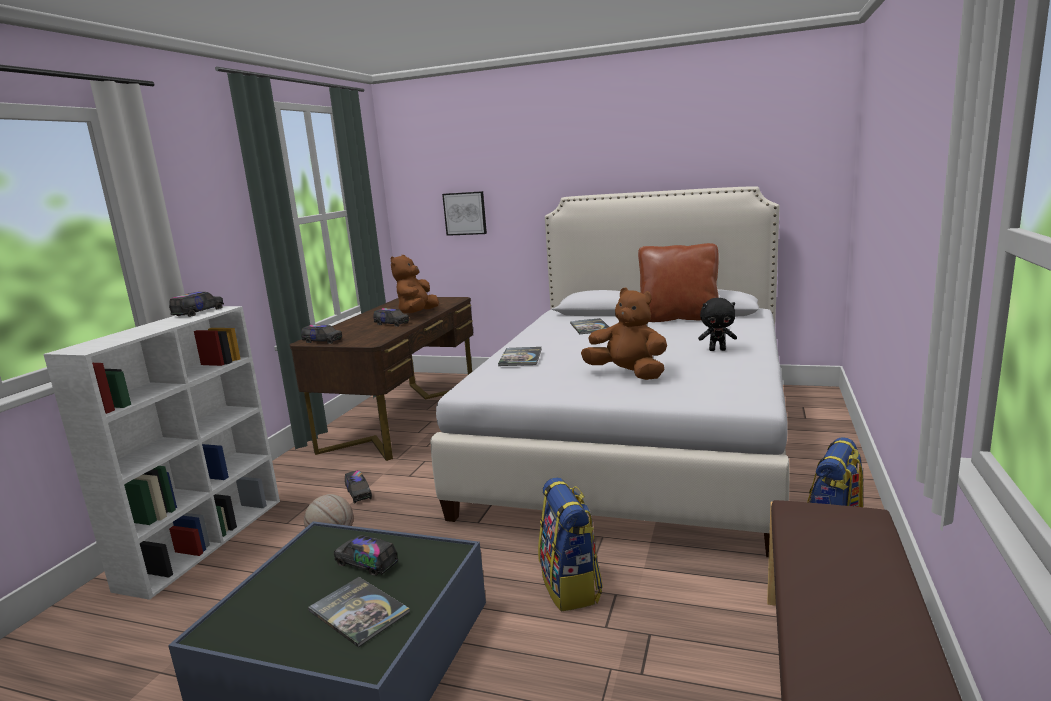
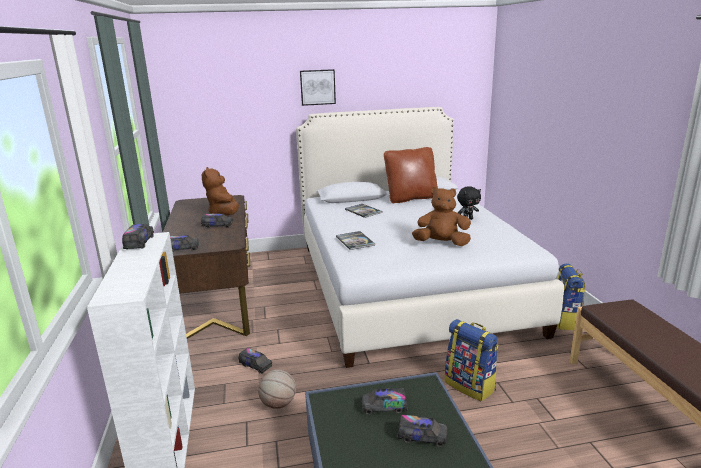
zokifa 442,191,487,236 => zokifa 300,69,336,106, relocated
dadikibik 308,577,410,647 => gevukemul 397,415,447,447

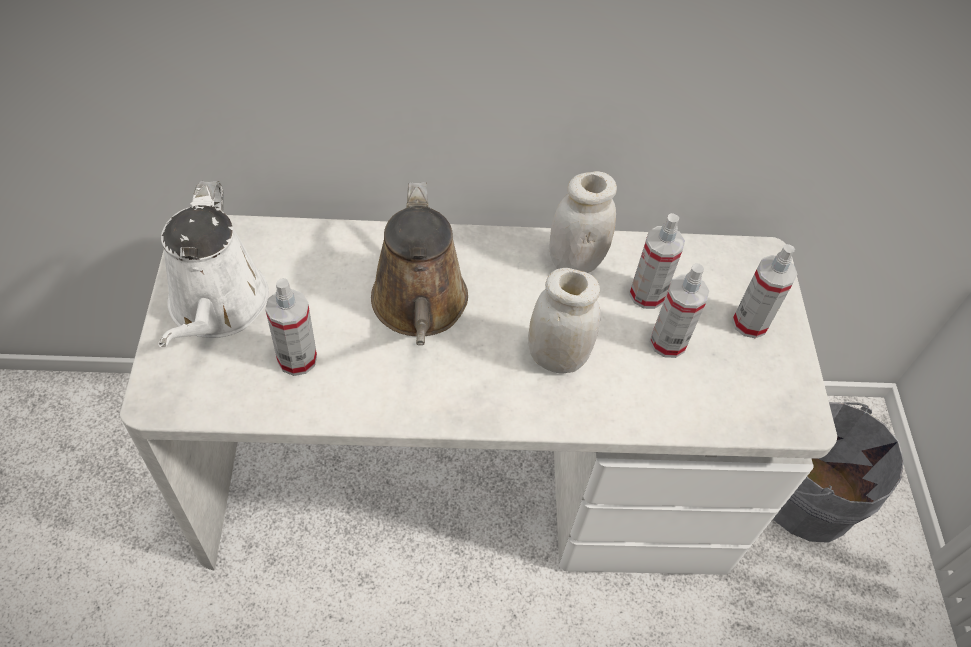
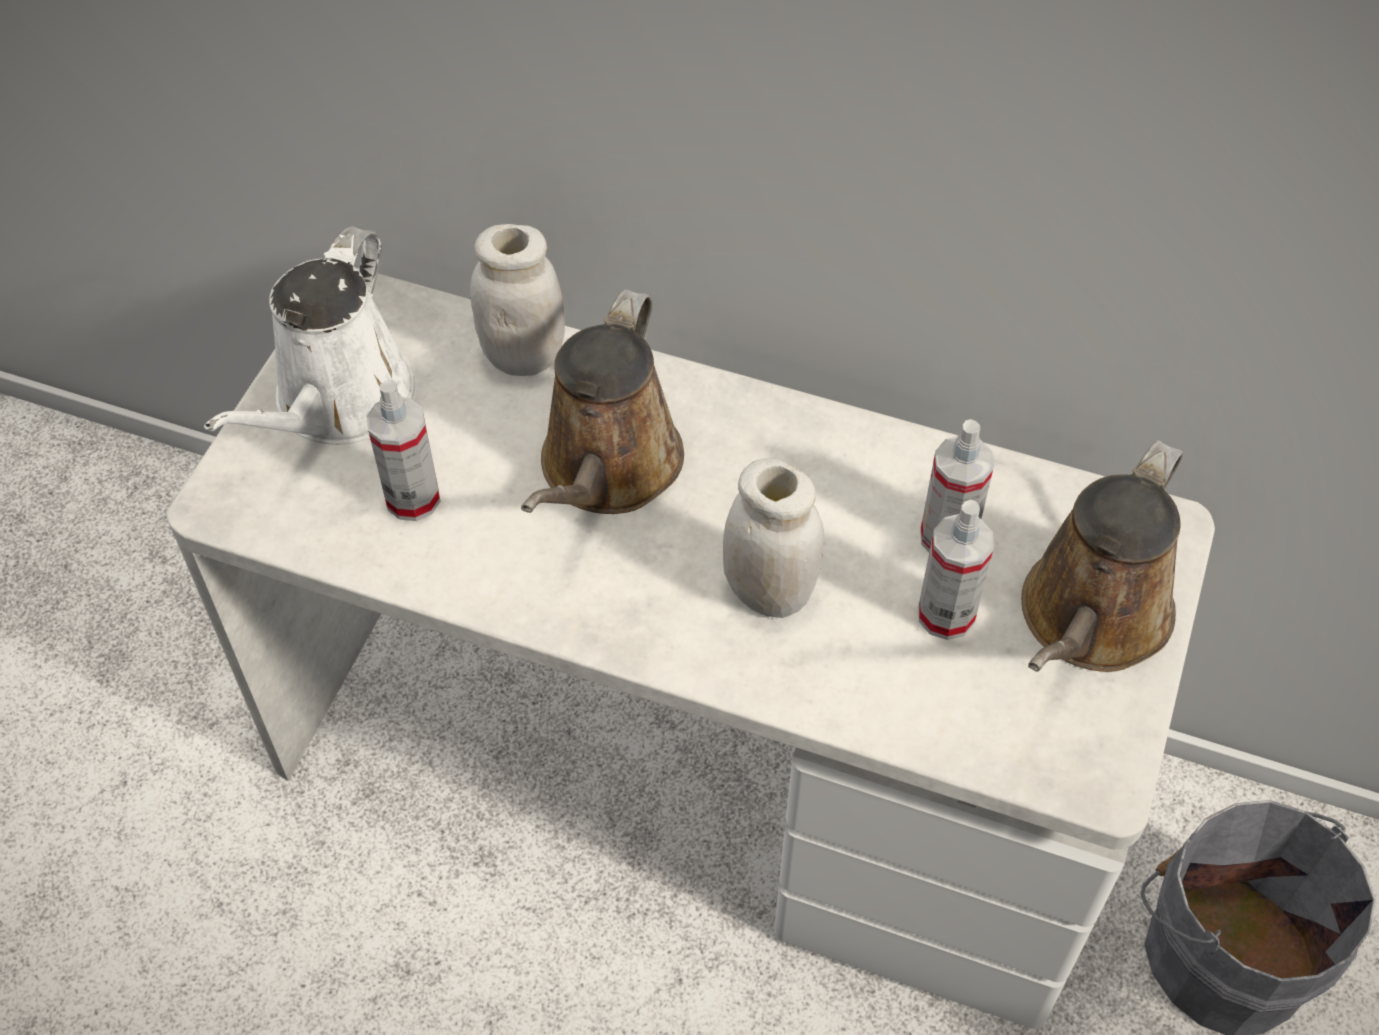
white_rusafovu 549,171,617,273 => white_rusafovu 470,224,565,376, relocated
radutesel 732,244,798,338 => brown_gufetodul 1021,440,1183,672

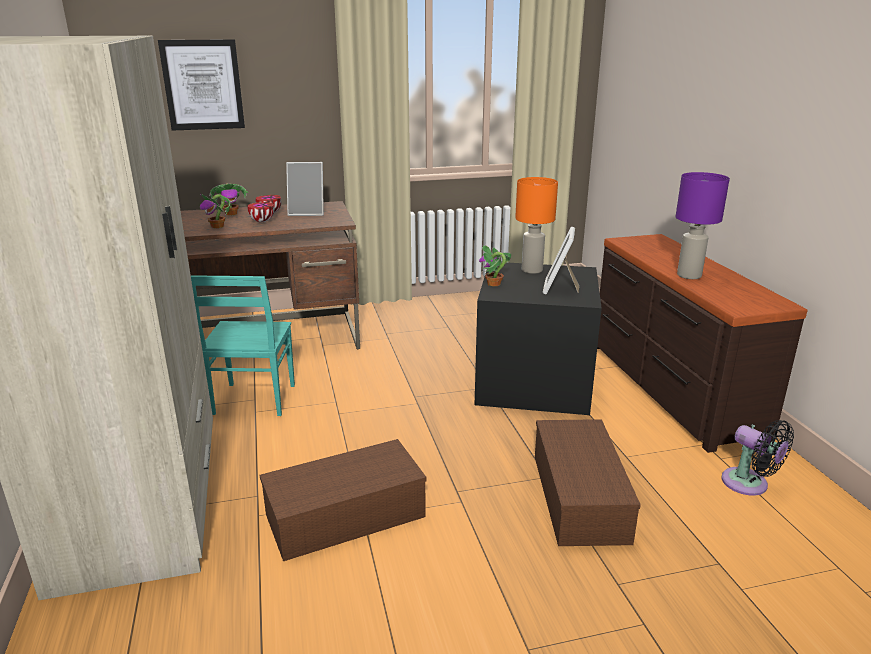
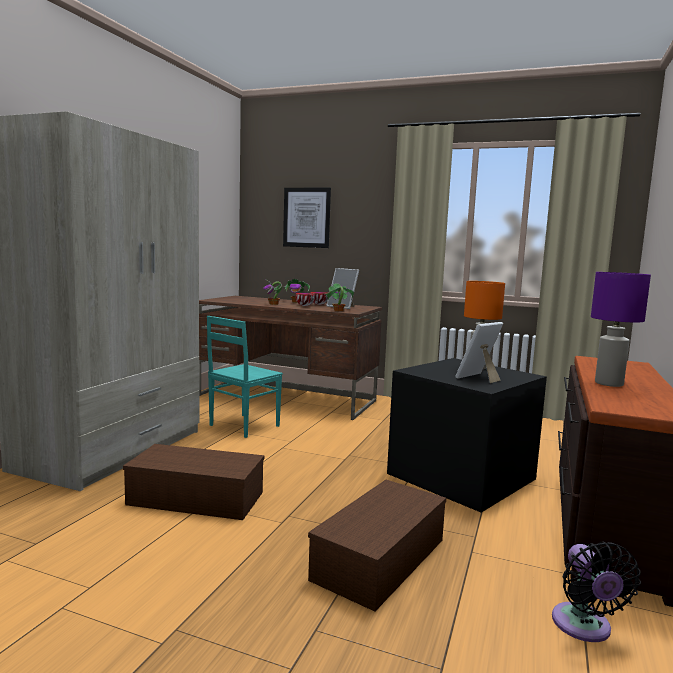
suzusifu 479,246,511,286 => suzusifu 325,283,354,311, relocated

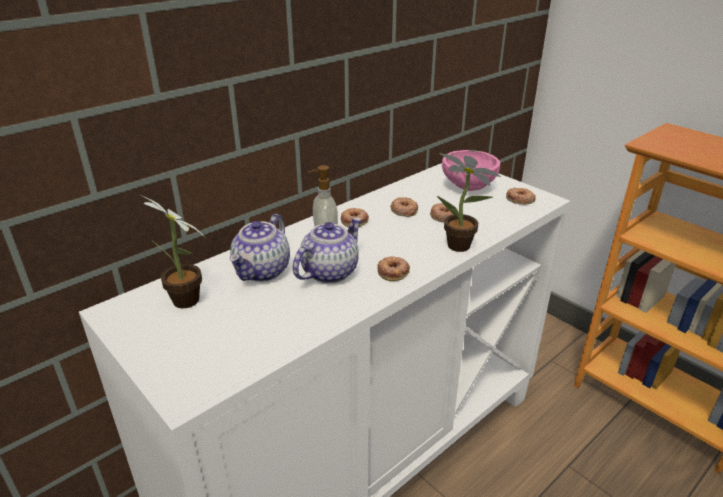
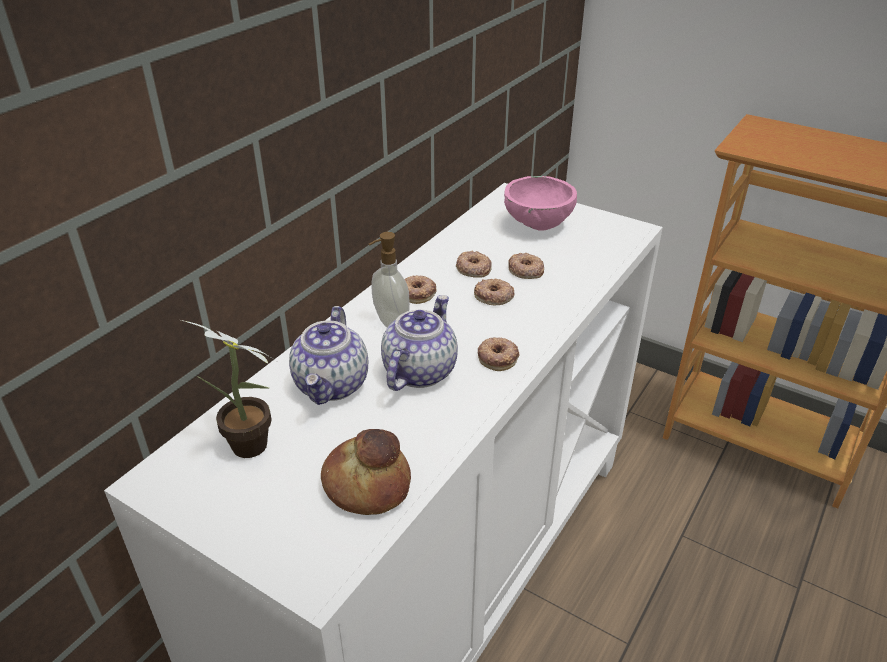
nothing => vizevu 321,429,411,515
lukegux 506,188,536,205 => lukegux 474,279,514,305, relocated
suzusifu 437,153,501,252 => nothing

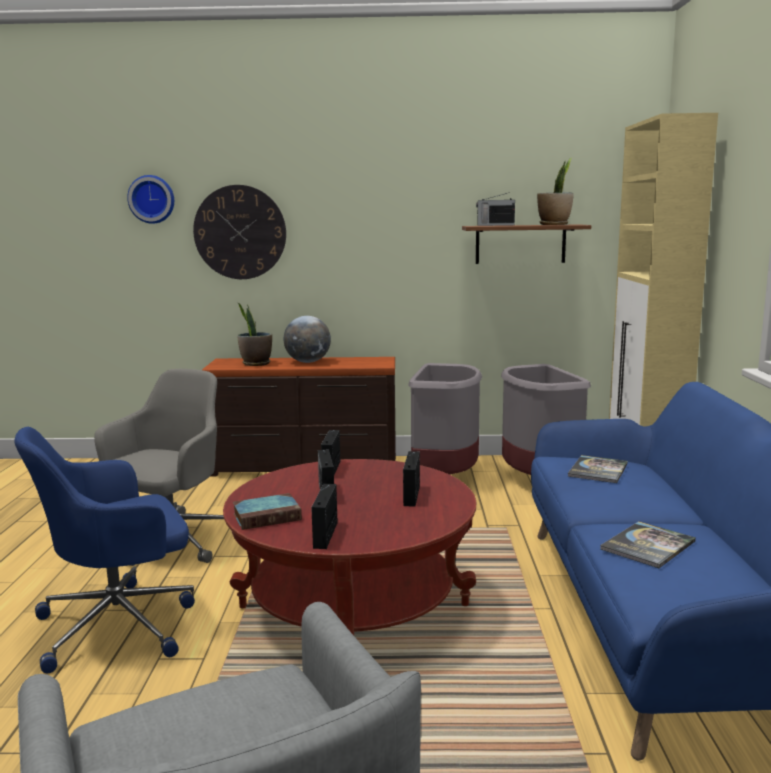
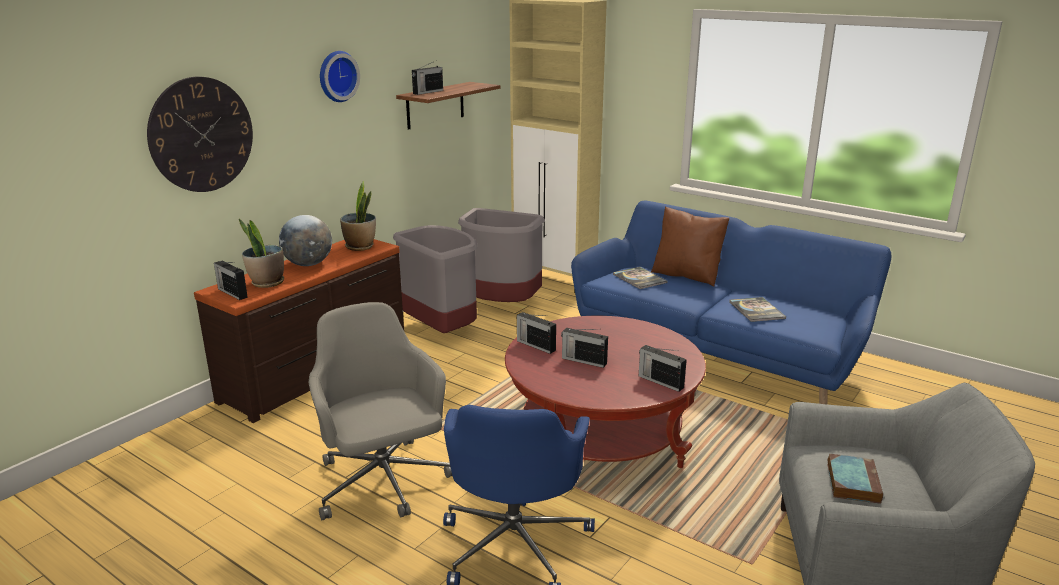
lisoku 403,451,420,507 => lisoku 214,261,248,300, relocated
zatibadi 127,175,174,224 => zatibadi 320,51,360,102, relocated
suzusifu 537,158,574,225 => suzusifu 340,181,376,251, relocated
nothing => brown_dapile 651,206,730,287
dadikibik 233,493,302,530 => dadikibik 827,454,883,504, relocated

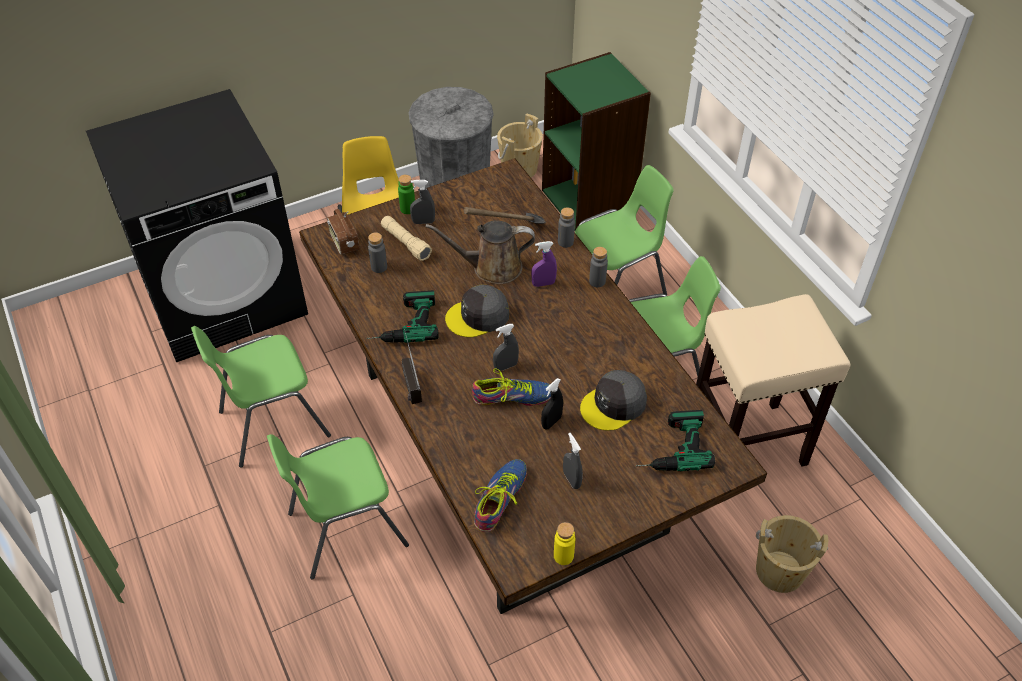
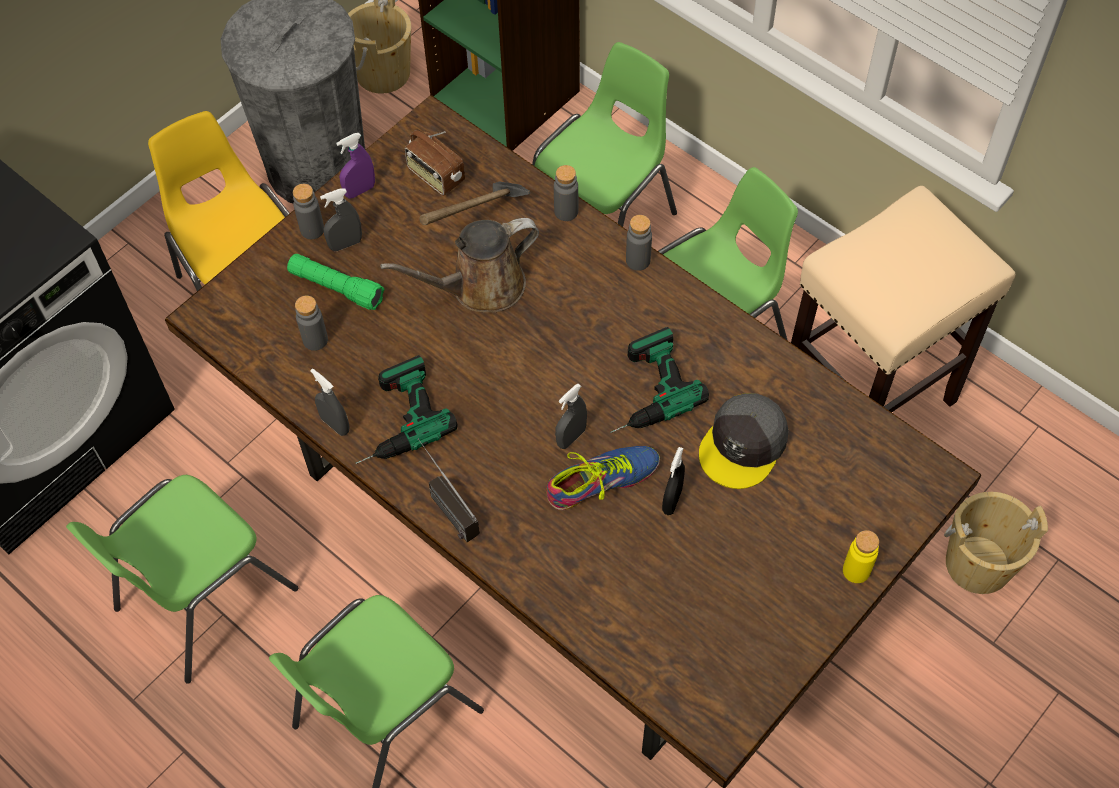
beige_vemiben 381,216,432,261 => green_vemiben 287,254,385,310
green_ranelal 398,175,415,214 => grey_ranelal 293,184,324,239
grey_radutesel 563,433,583,489 => grey_radutesel 310,369,350,436, relocated
purple_radutesel 531,241,557,287 => purple_radutesel 336,133,375,198, relocated
lisoku 327,209,360,255 => lisoku 404,130,465,195, relocated
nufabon 636,410,715,472 => nufabon 610,327,709,433, relocated
yellow_ranelal 554,522,575,565 => yellow_ranelal 843,530,879,583, relocated
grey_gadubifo 445,284,509,337 => nothing
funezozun 474,459,527,532 => nothing

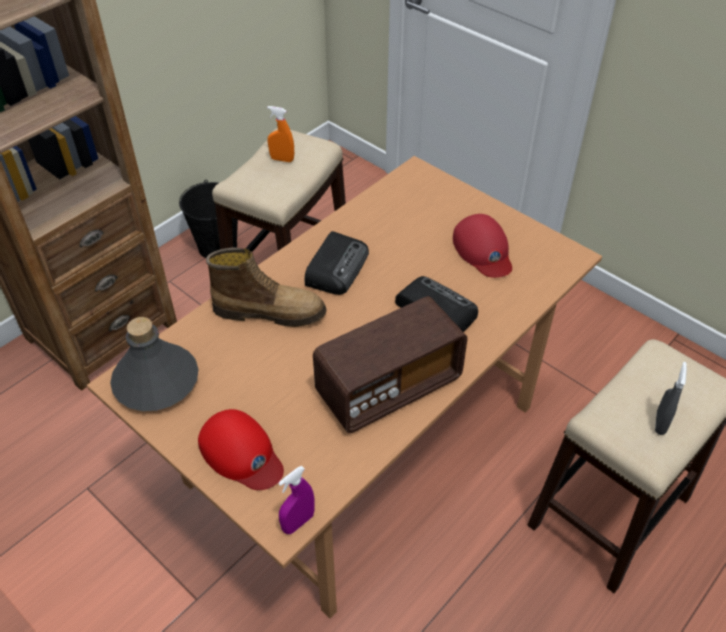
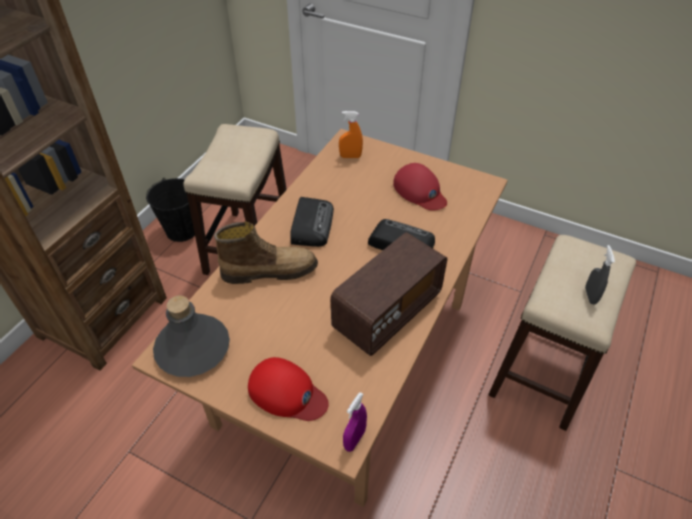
orange_radutesel 267,106,294,162 => orange_radutesel 339,111,363,158, relocated

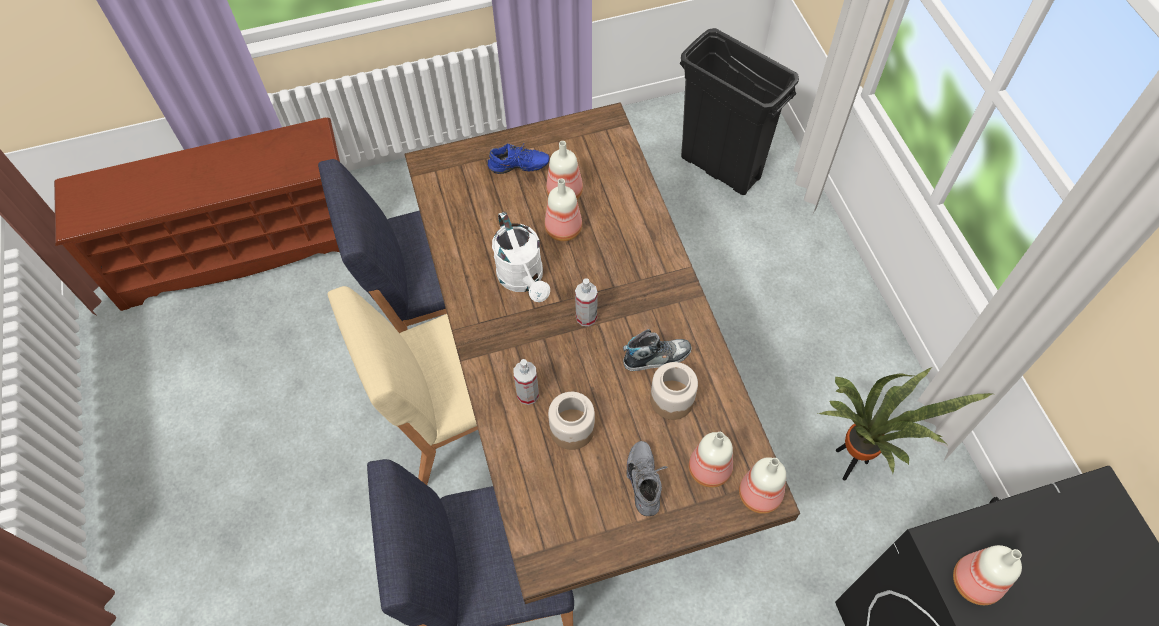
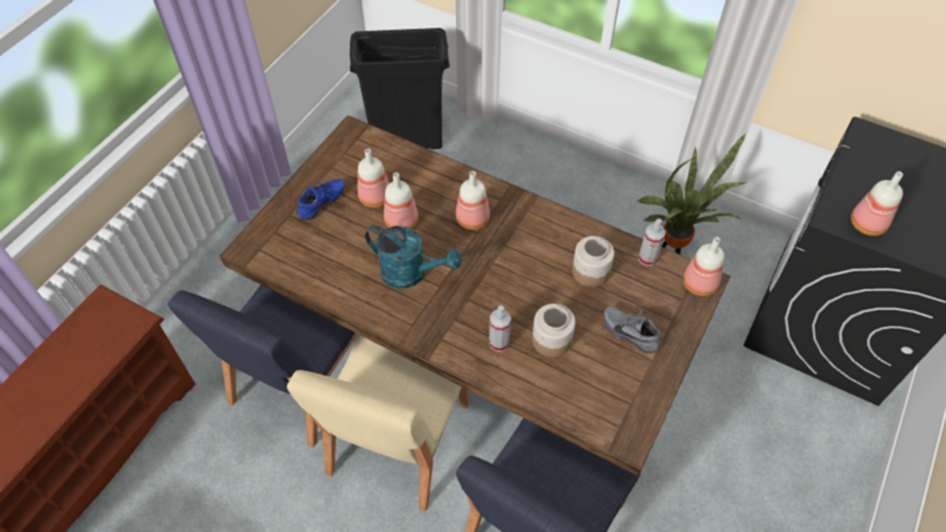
white_gufetodul 492,212,550,302 => turquoise_gufetodul 365,226,462,289
ranelal 689,432,733,488 => ranelal 456,171,490,230, relocated
radutesel 575,278,598,326 => radutesel 638,219,666,266, relocated
funezozun 623,329,691,371 => nothing

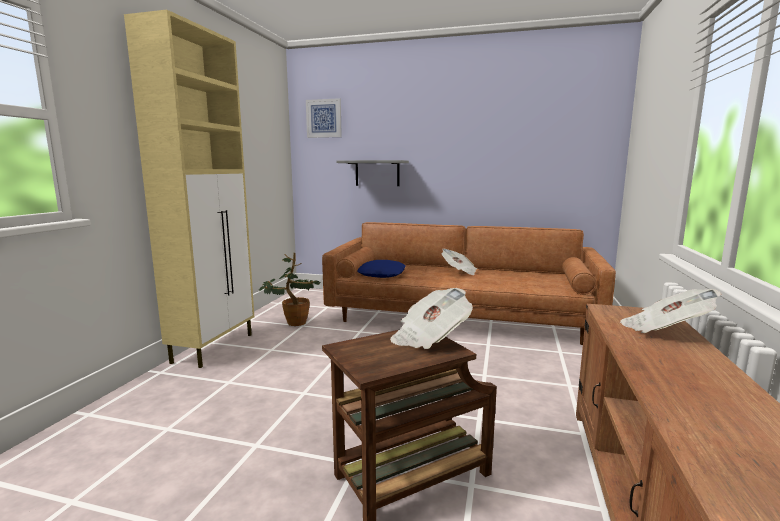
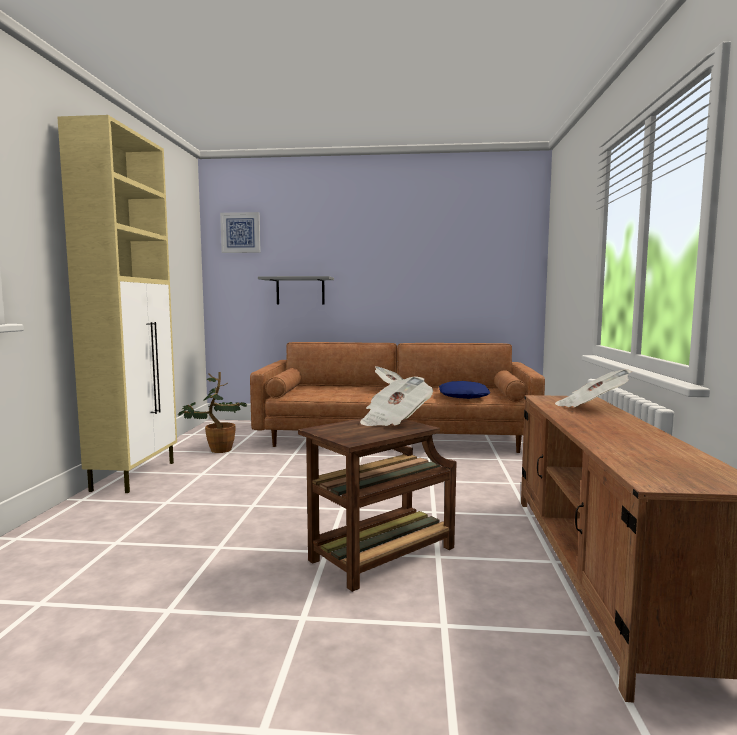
blue_dapile 357,260,406,278 => blue_dapile 439,381,490,399, relocated

